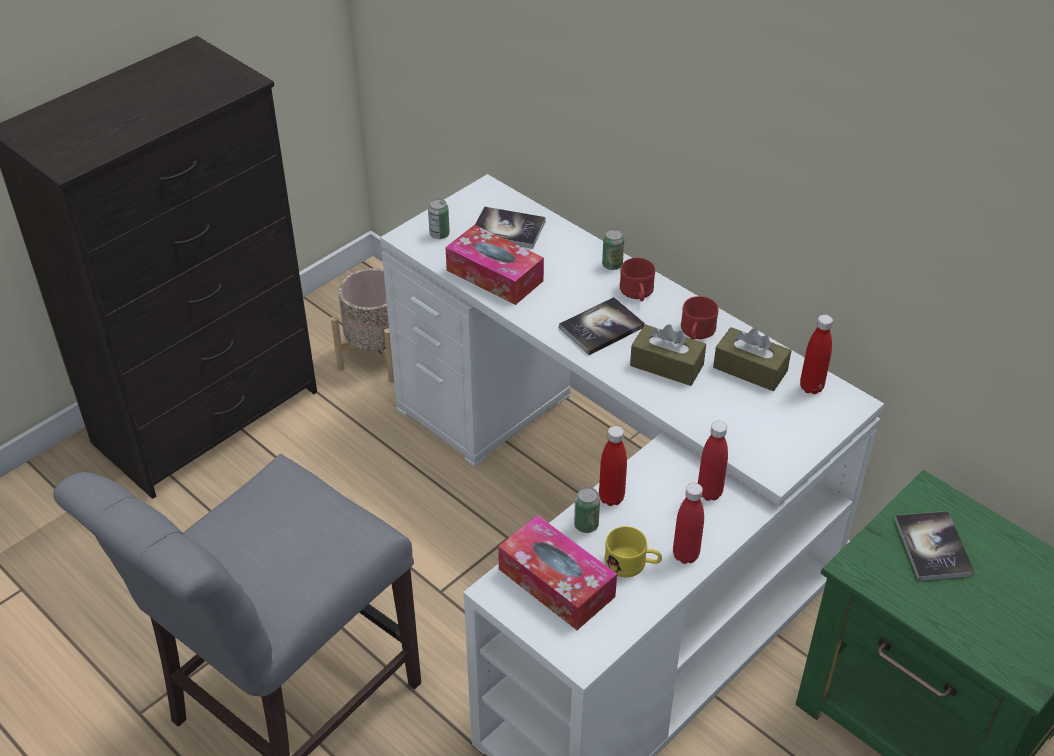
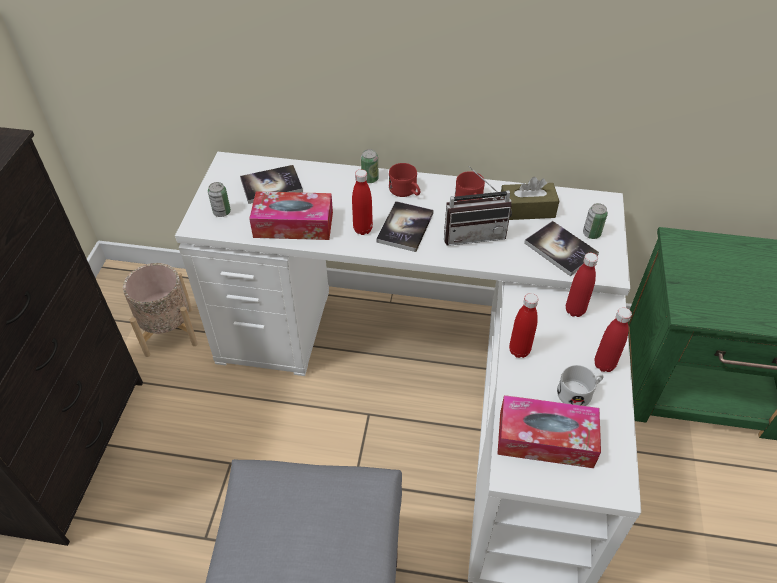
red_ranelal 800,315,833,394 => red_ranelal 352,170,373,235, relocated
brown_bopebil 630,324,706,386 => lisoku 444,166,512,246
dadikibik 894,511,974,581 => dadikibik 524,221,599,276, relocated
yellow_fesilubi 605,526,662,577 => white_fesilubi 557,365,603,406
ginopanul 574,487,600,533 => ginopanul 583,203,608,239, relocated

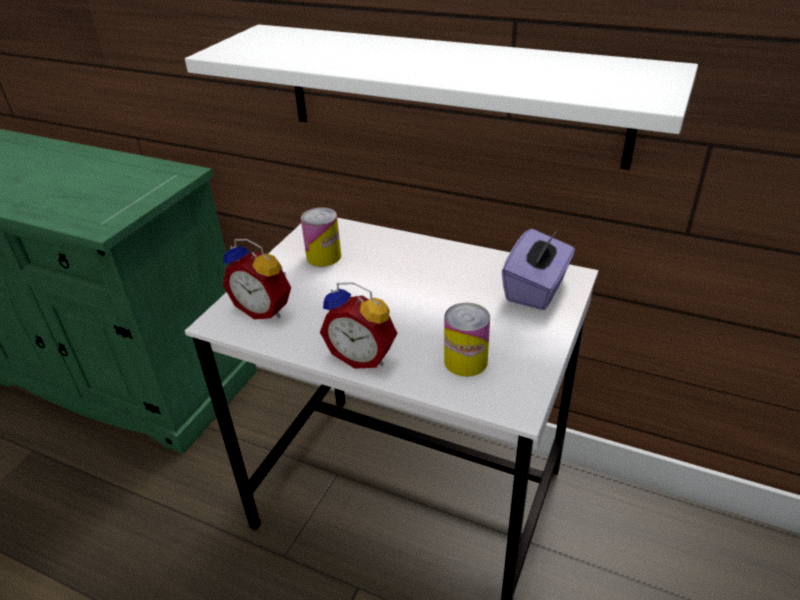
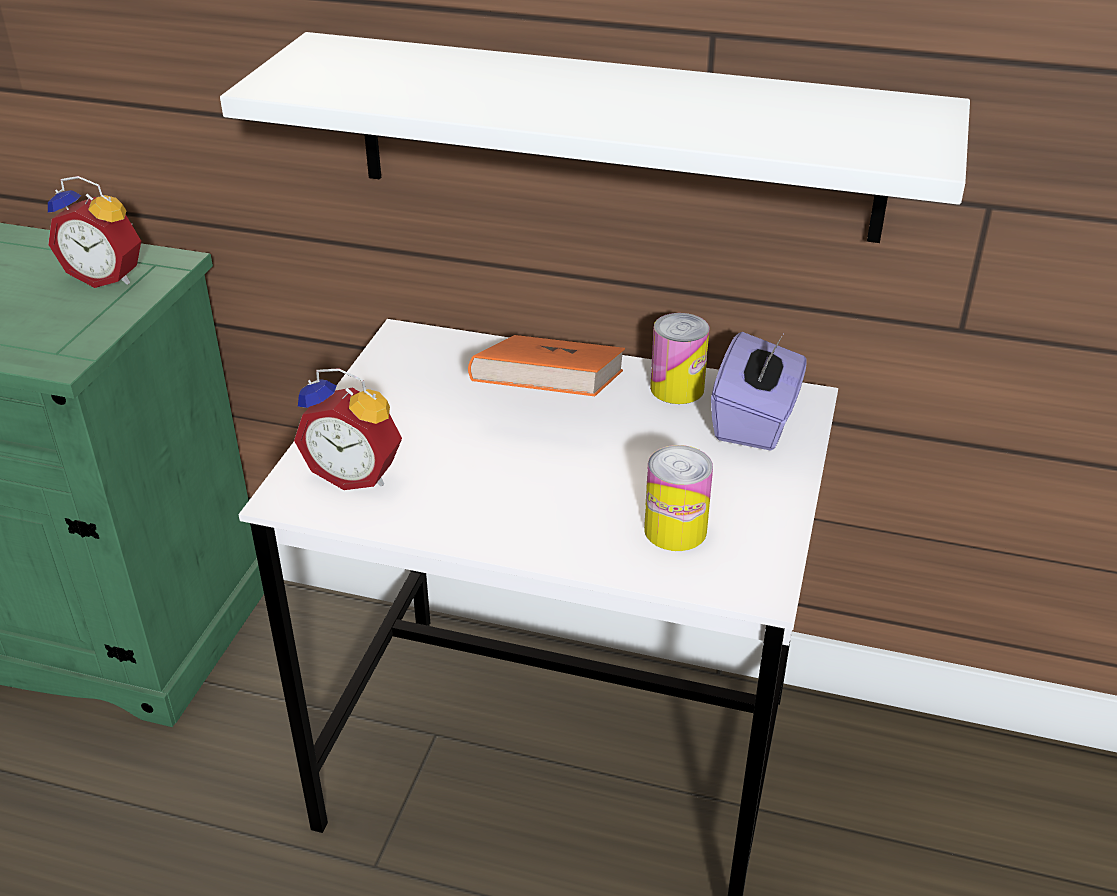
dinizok 320,282,397,369 => dinizok 48,176,141,288, relocated
nothing => orange_dadikibik 468,335,625,396
ginopanul 301,207,341,267 => ginopanul 650,313,710,404, relocated

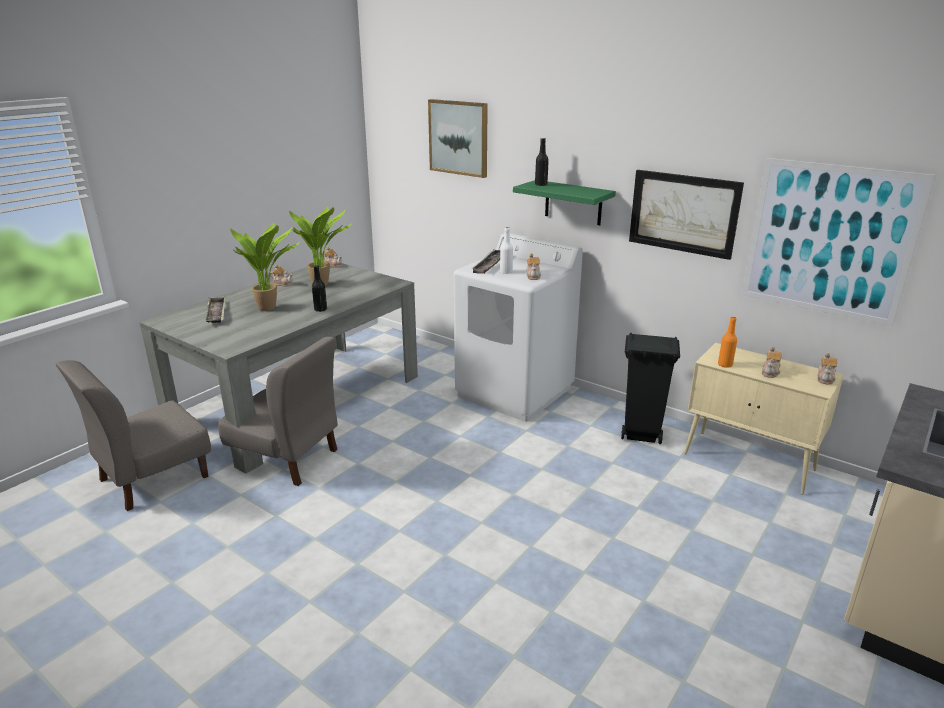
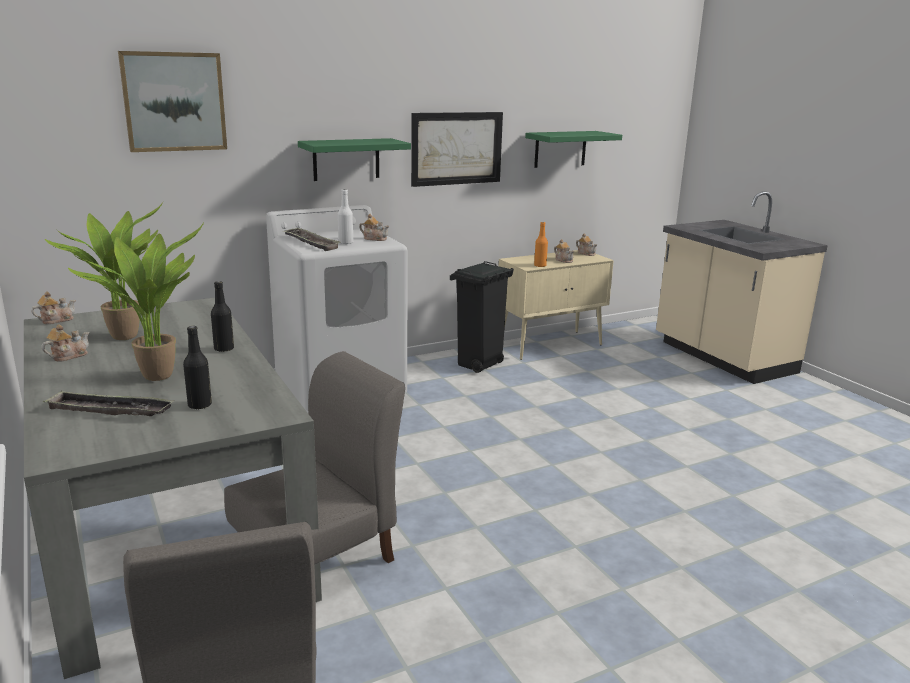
black_ranelal 535,138,549,186 => black_ranelal 183,326,212,409, relocated
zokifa 742,158,936,326 => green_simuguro 525,131,622,168

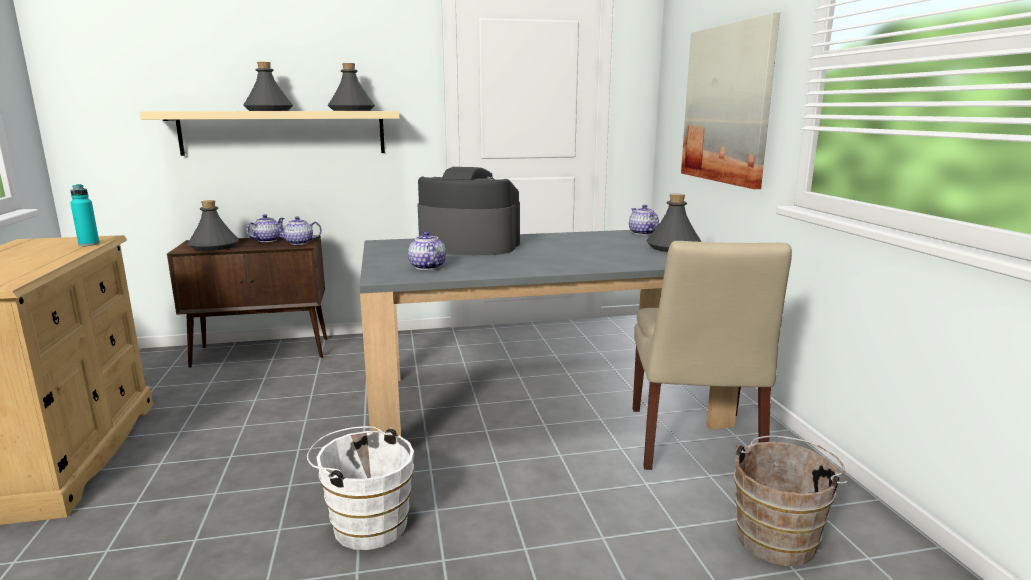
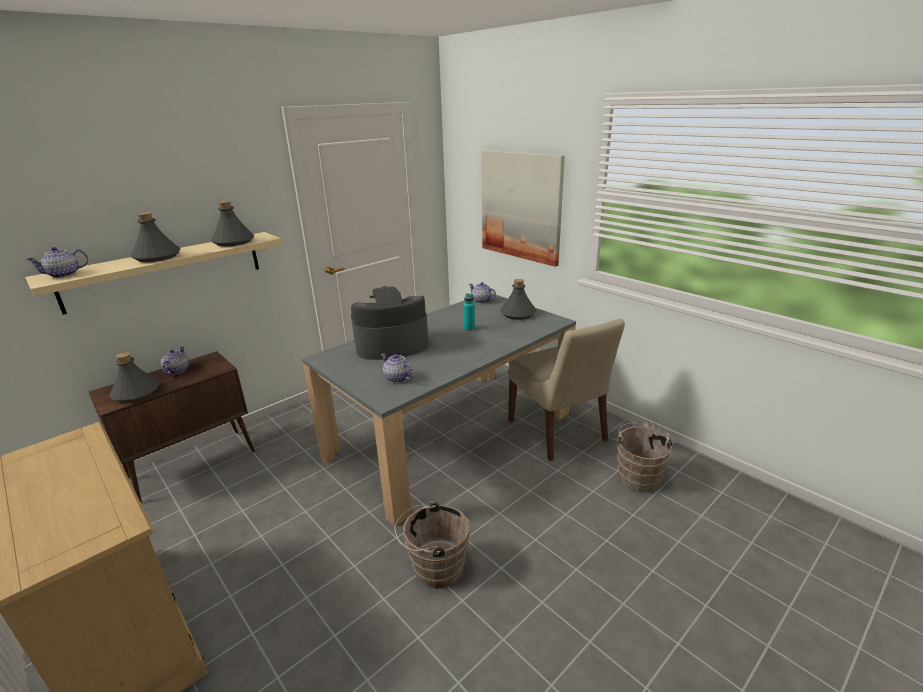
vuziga 275,217,322,245 => vuziga 26,247,88,278, relocated
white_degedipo 307,426,414,550 => brown_degedipo 395,501,470,589
turquoise_ranelal 70,184,100,246 => turquoise_ranelal 463,293,475,331, relocated

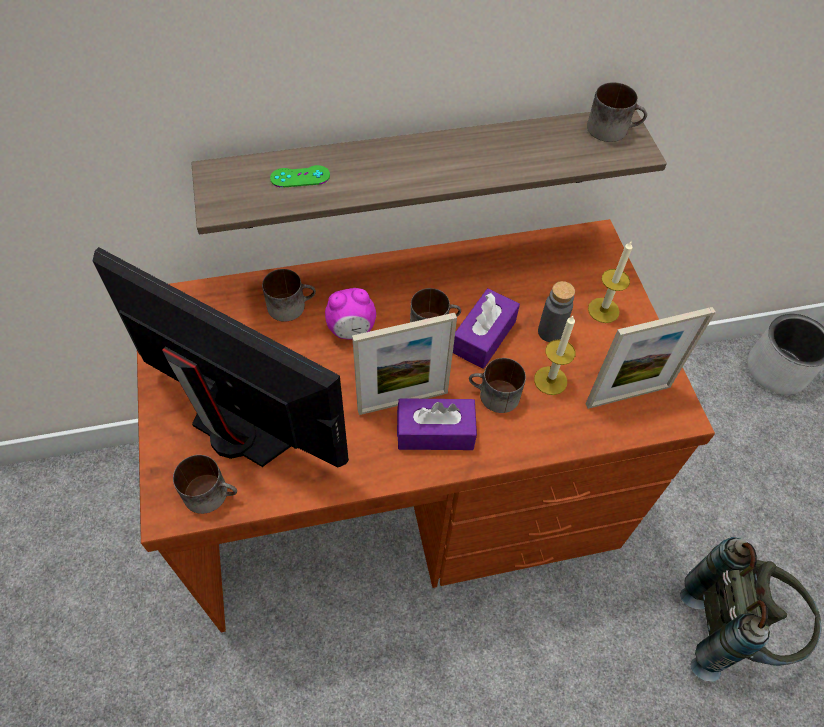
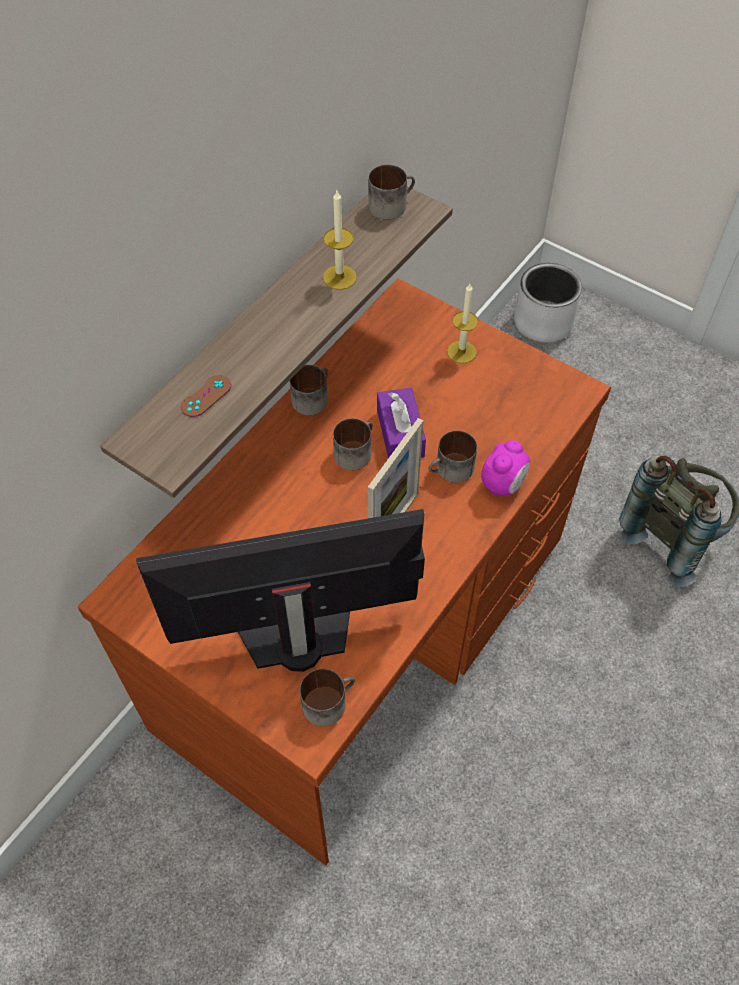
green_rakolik 270,165,330,188 => brown_rakolik 181,375,231,417
fesilubi 262,269,316,322 => fesilubi 290,365,328,415, relocated
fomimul 534,316,575,395 => fomimul 323,191,357,290, relocated
dinizok 325,288,376,340 => dinizok 481,440,530,496, relocated
purple_bopebil 397,398,477,450 => nothing
grey_ranelal 538,281,575,342 => nothing
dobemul 585,307,716,409 => nothing

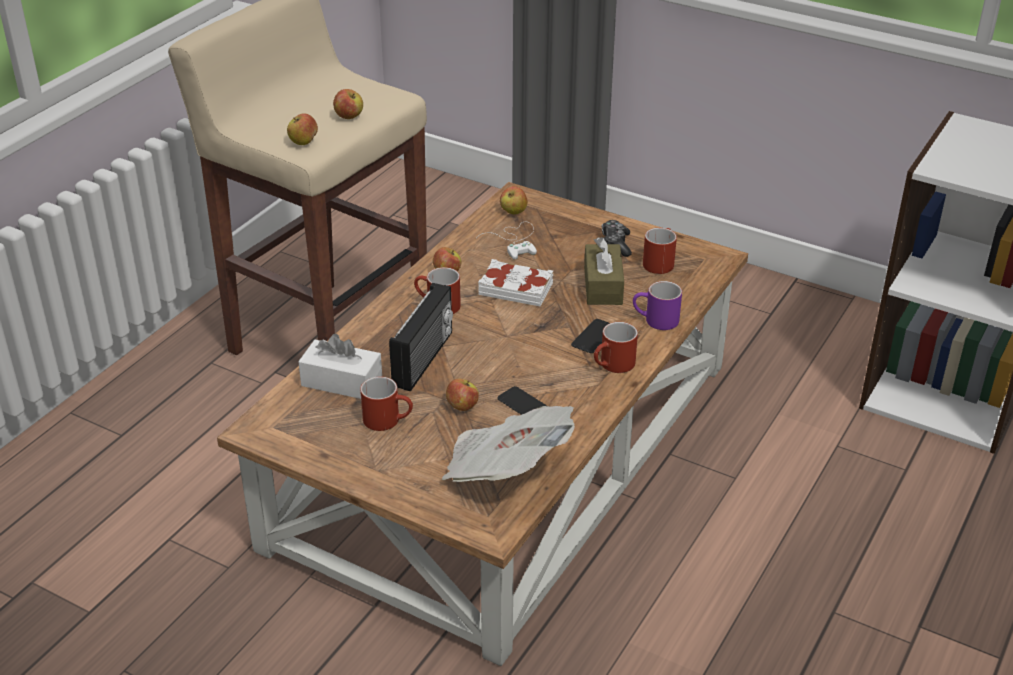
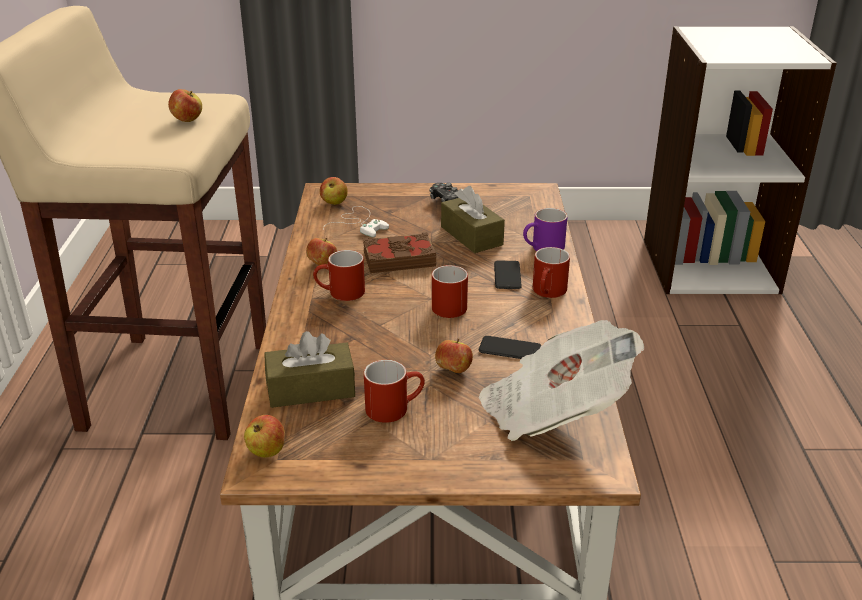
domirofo 287,113,318,145 => domirofo 244,415,285,458, relocated
white_bopebil 298,334,382,399 => brown_bopebil 264,331,355,408
white_dadikibik 478,259,553,307 => brown_dadikibik 363,232,436,273
red_fesilubi 643,228,677,274 => red_fesilubi 432,265,468,318, relocated
lisoku 389,283,453,391 => nothing

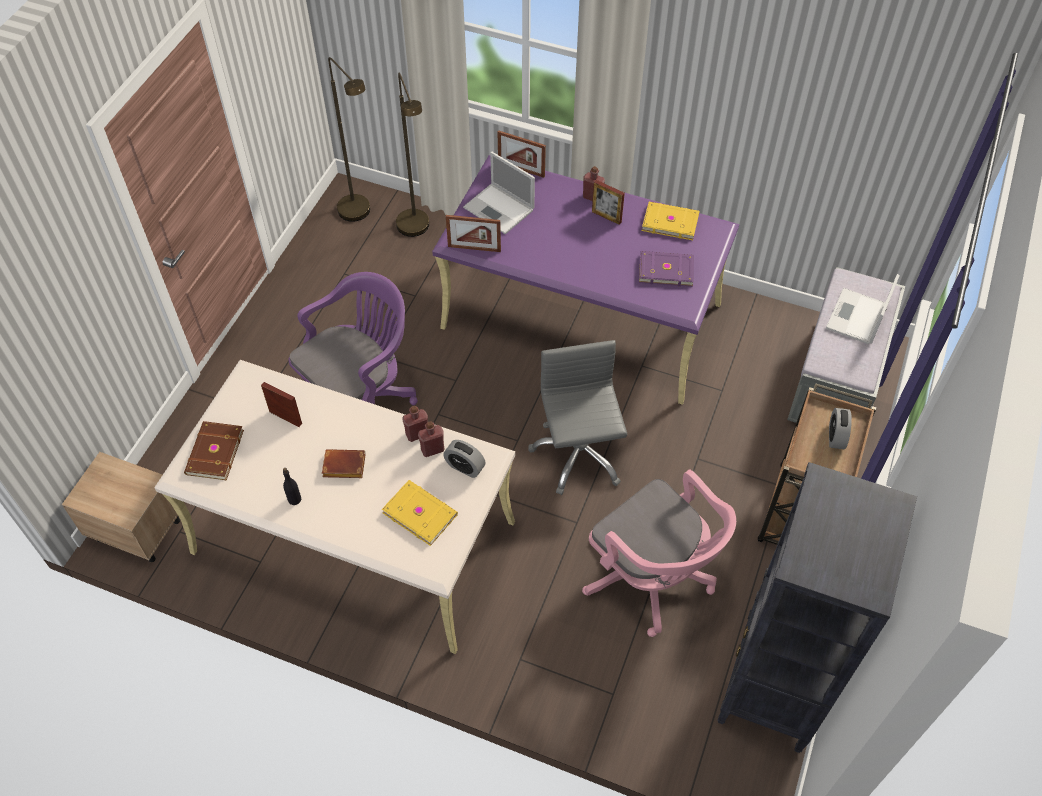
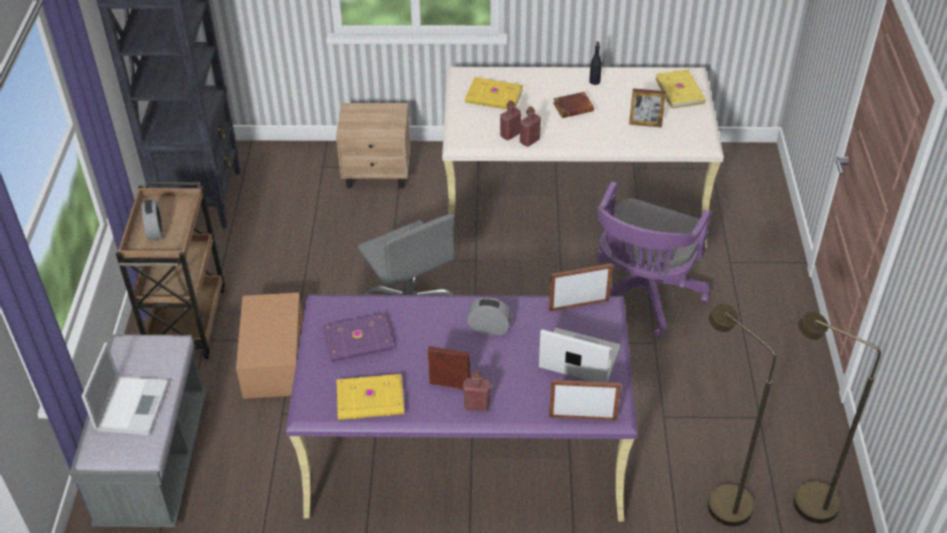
nothing => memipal 236,292,303,399
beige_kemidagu 62,452,180,562 => beige_kemidagu 336,103,410,188, relocated
dinizok 443,440,486,478 => dinizok 467,298,511,335, relocated
brown_dadikibik 184,421,244,480 => yellow_dadikibik 655,69,706,109
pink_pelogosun 582,470,736,637 => nothing

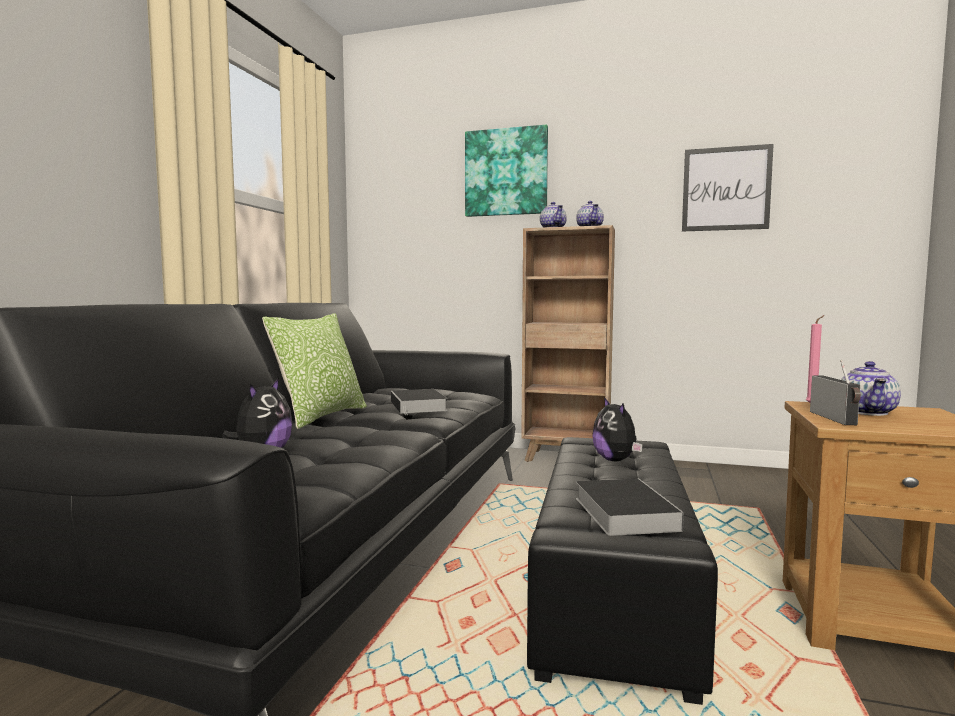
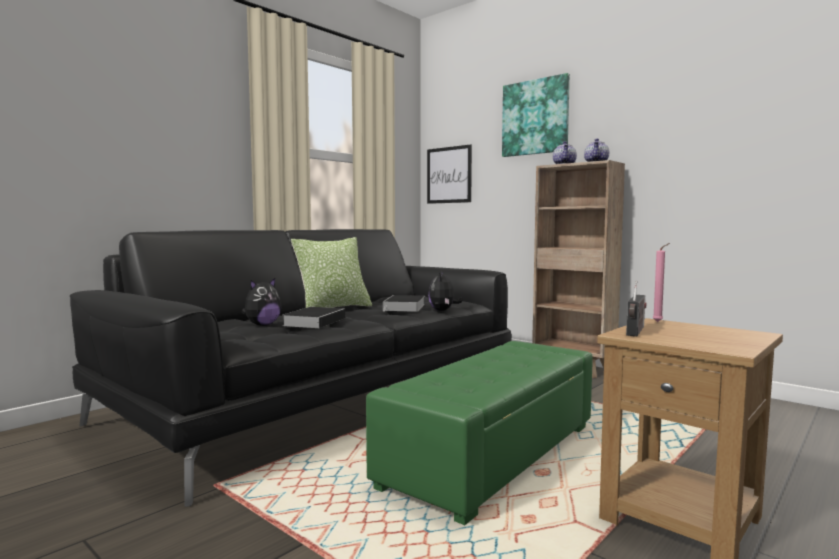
dadikibik 576,479,684,536 => dadikibik 283,307,346,328, relocated
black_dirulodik 527,437,718,705 => green_dirulodik 366,341,593,525
zokifa 682,144,774,231 => zokifa 427,144,472,204, relocated
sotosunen 592,397,643,461 => sotosunen 428,270,463,311, relocated
vuziga 841,361,901,416 => nothing

